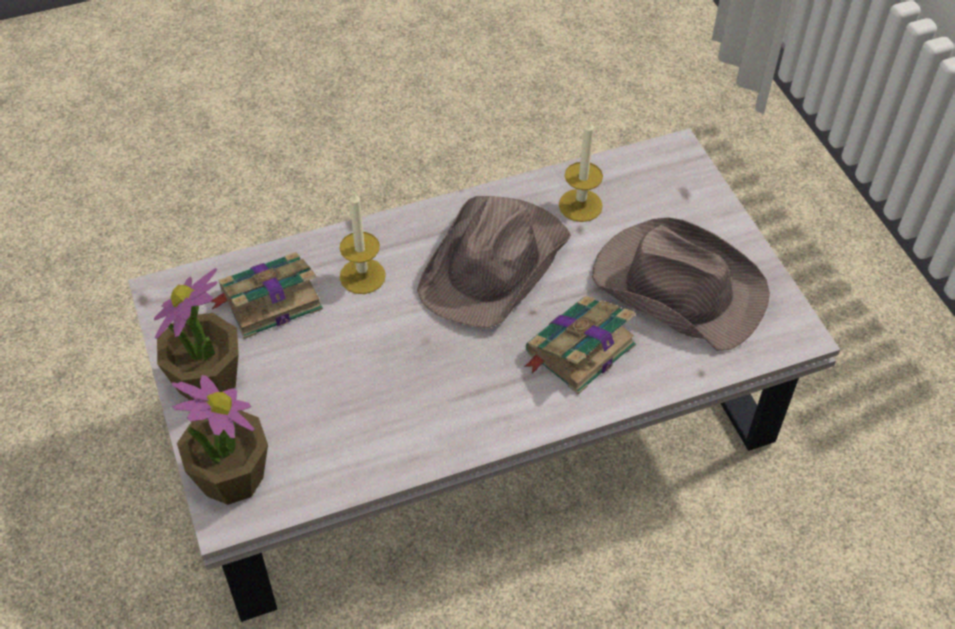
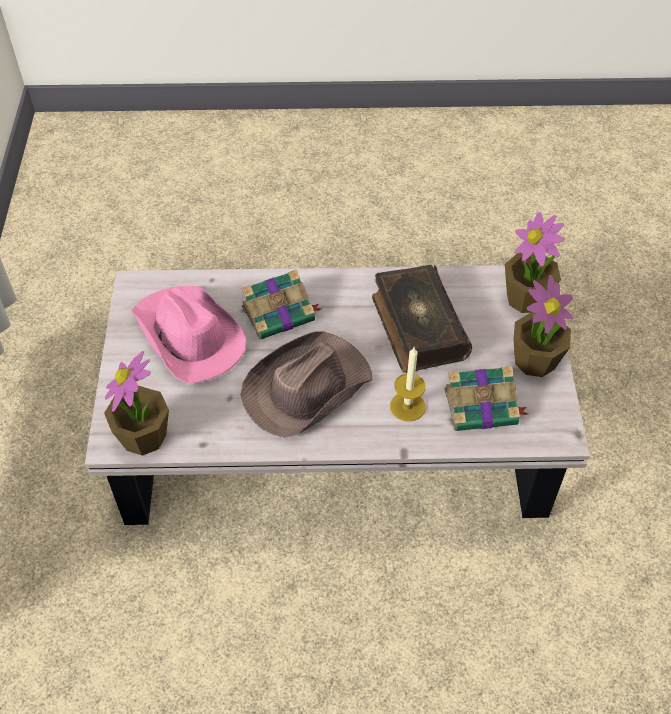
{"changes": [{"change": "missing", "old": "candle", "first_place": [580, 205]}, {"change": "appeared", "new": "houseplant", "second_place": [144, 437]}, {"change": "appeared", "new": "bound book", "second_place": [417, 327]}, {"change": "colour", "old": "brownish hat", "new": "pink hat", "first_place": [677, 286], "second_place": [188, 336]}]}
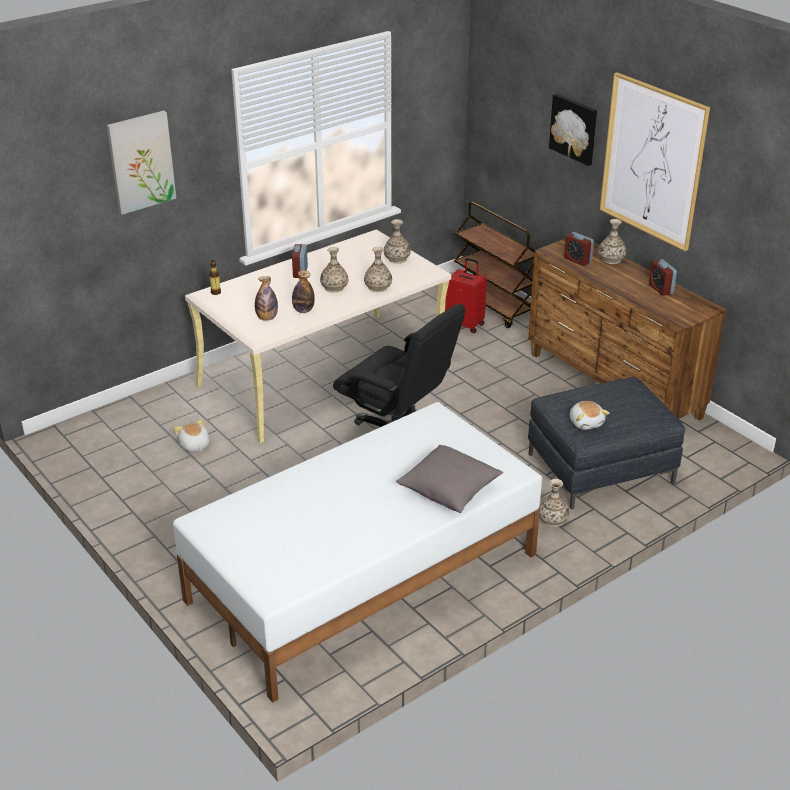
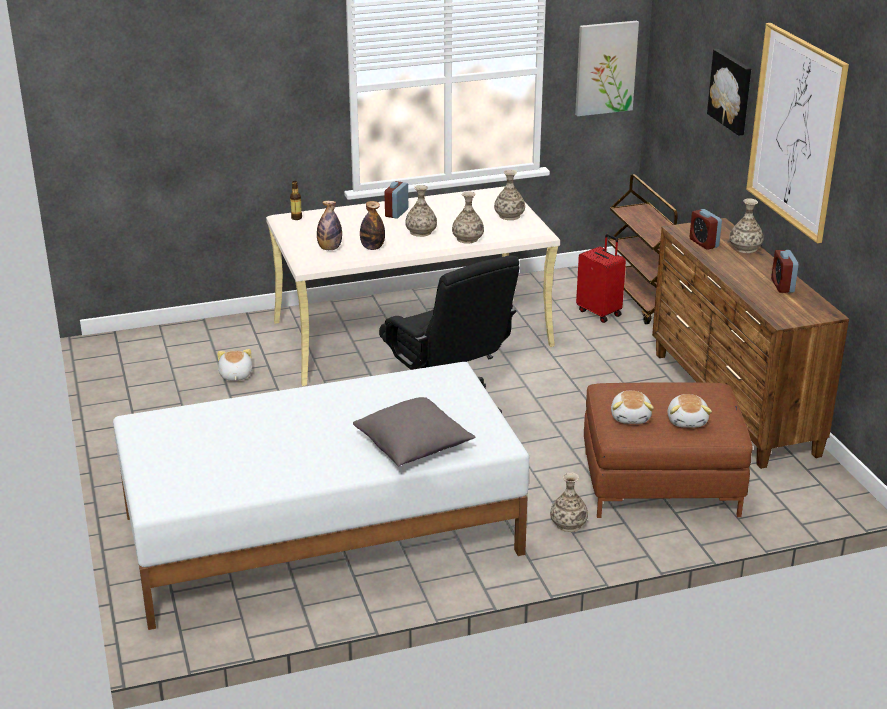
{"changes": [{"change": "appeared", "new": "cuddly toy", "second_place": [687, 421]}, {"change": "relocated", "old": "wall art", "first_place": [141, 162], "second_place": [605, 68]}, {"change": "colour", "old": "grey pouffe", "new": "brownish pouffe", "first_place": [600, 468], "second_place": [660, 483]}]}
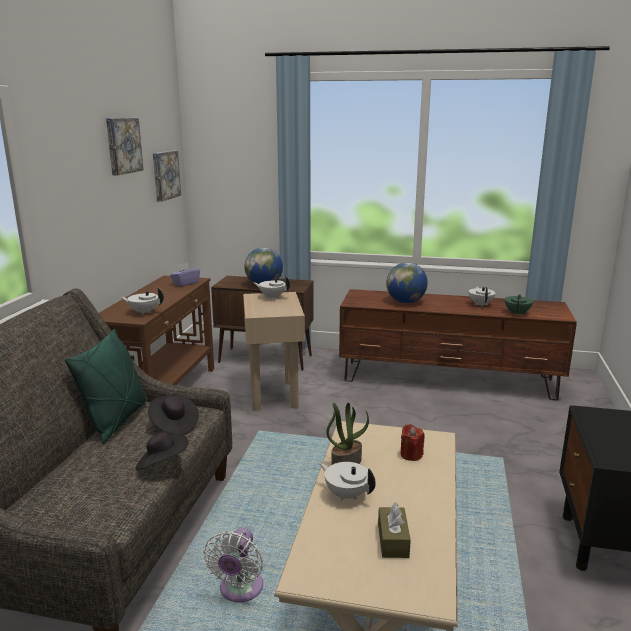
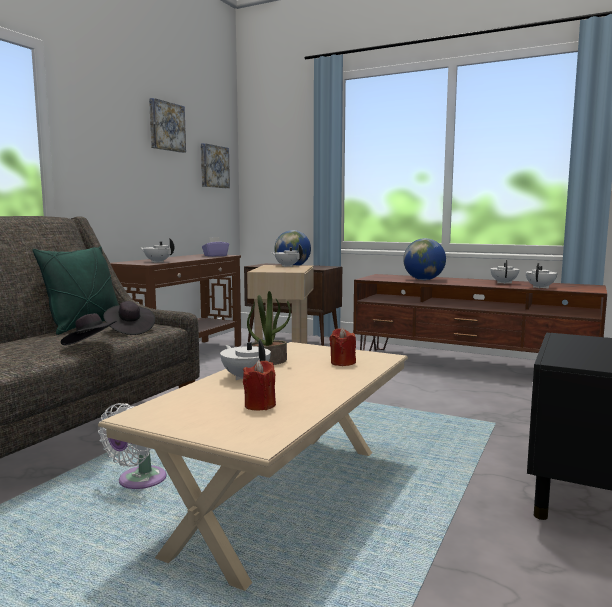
{"changes": [{"change": "exchanged", "old": "brownish tissue box", "new": "reddish candle", "first_place": [393, 540], "second_place": [260, 405]}, {"change": "colour", "old": "greenish tea pot", "new": "white-coloured tea pot", "first_place": [517, 313], "second_place": [540, 287]}]}
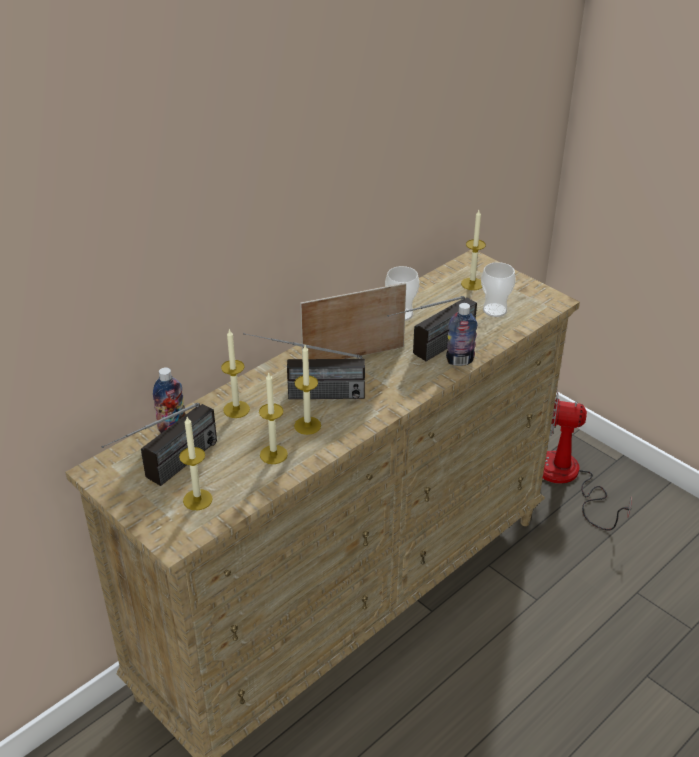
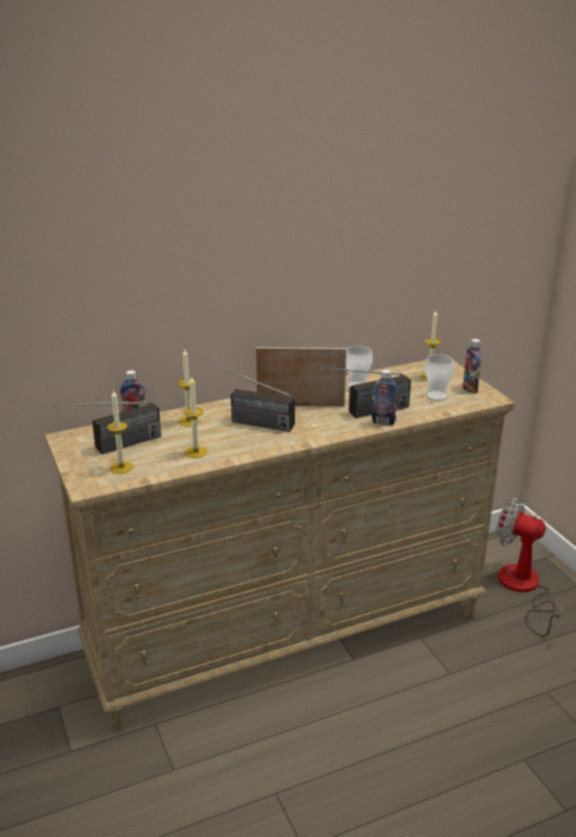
{"changes": [{"change": "missing", "old": "candle", "first_place": [307, 425]}, {"change": "appeared", "new": "drink bottle", "second_place": [470, 389]}]}
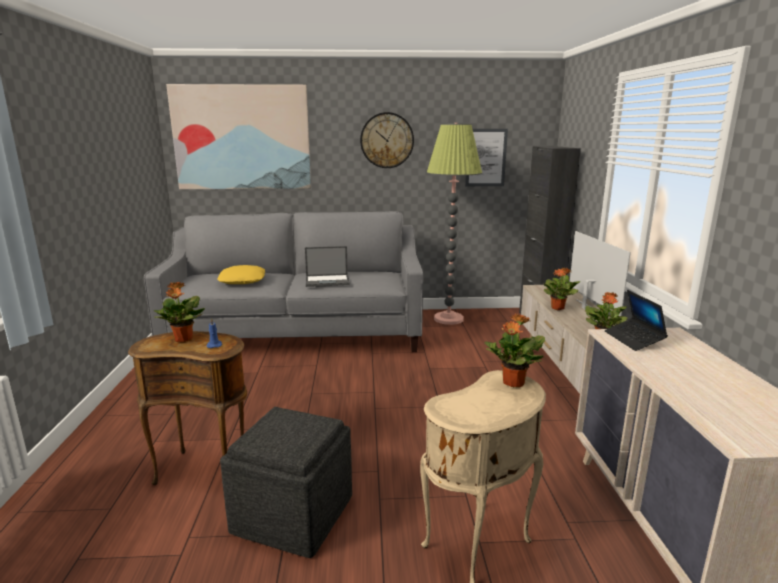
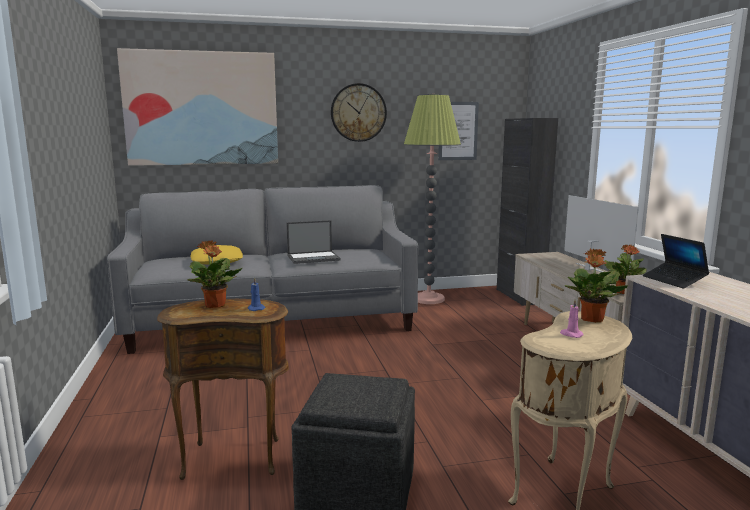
{"changes": [{"change": "missing", "old": "houseplant", "first_place": [558, 308]}, {"change": "appeared", "new": "pink candle", "second_place": [571, 334]}]}
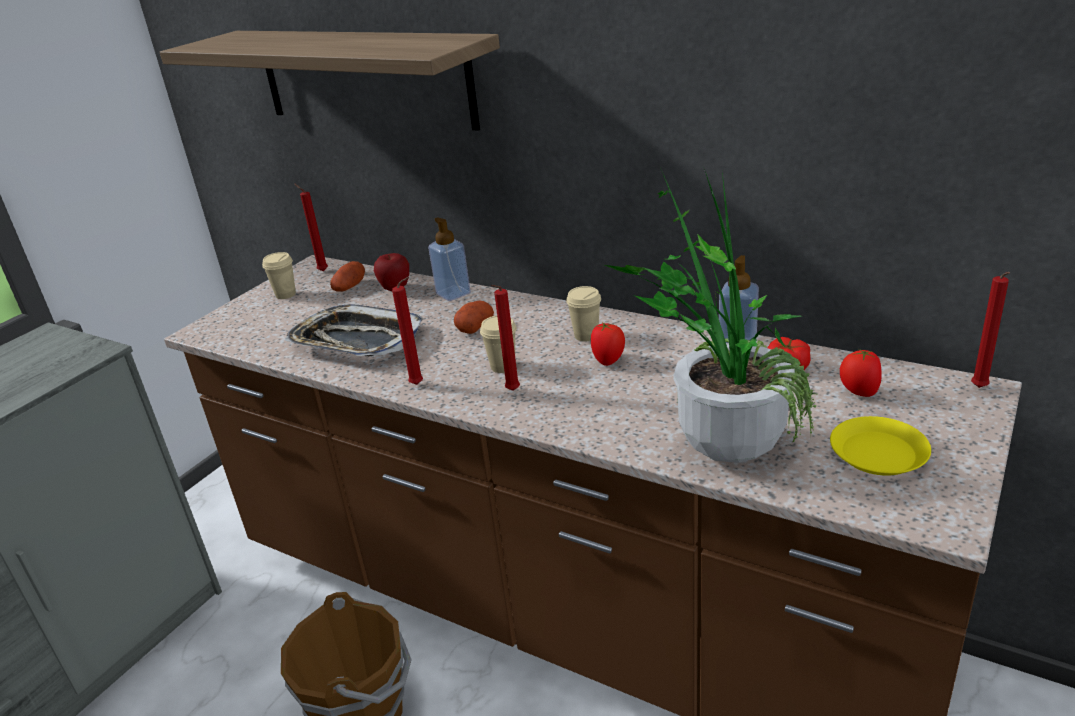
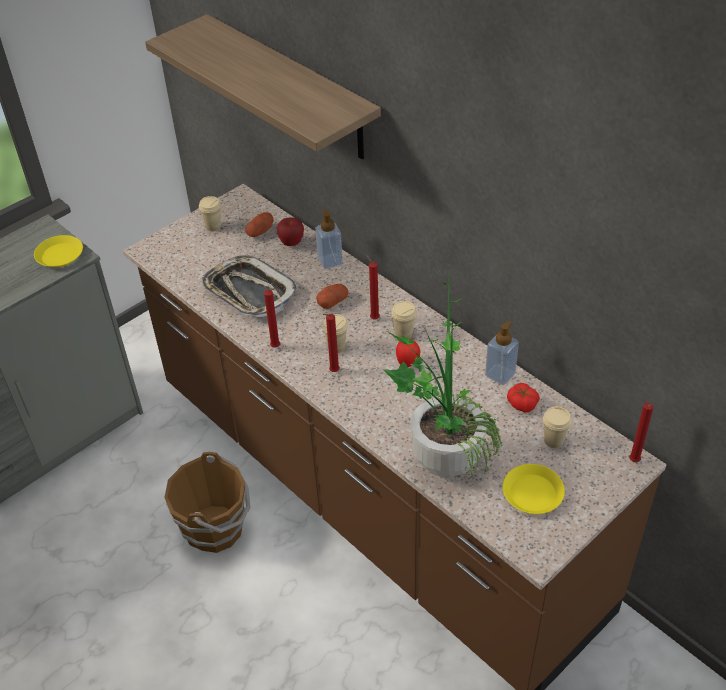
{"changes": [{"change": "appeared", "new": "yellow-coloured flat dish", "second_place": [59, 255]}, {"change": "relocated", "old": "reddish candle", "first_place": [321, 271], "second_place": [373, 318]}, {"change": "exchanged", "old": "tomato", "new": "beige drinking cup", "first_place": [858, 392], "second_place": [553, 440]}]}
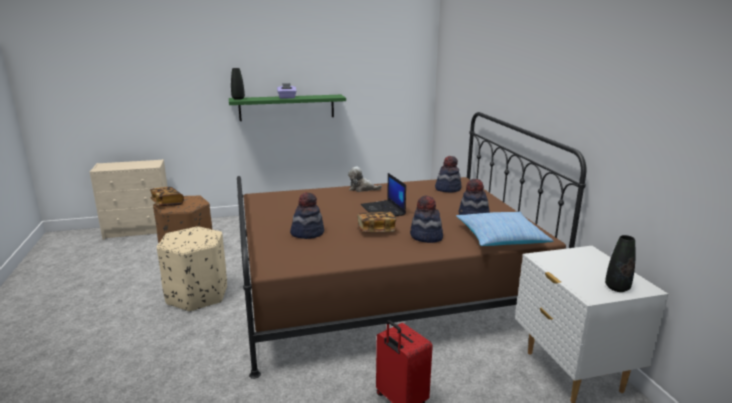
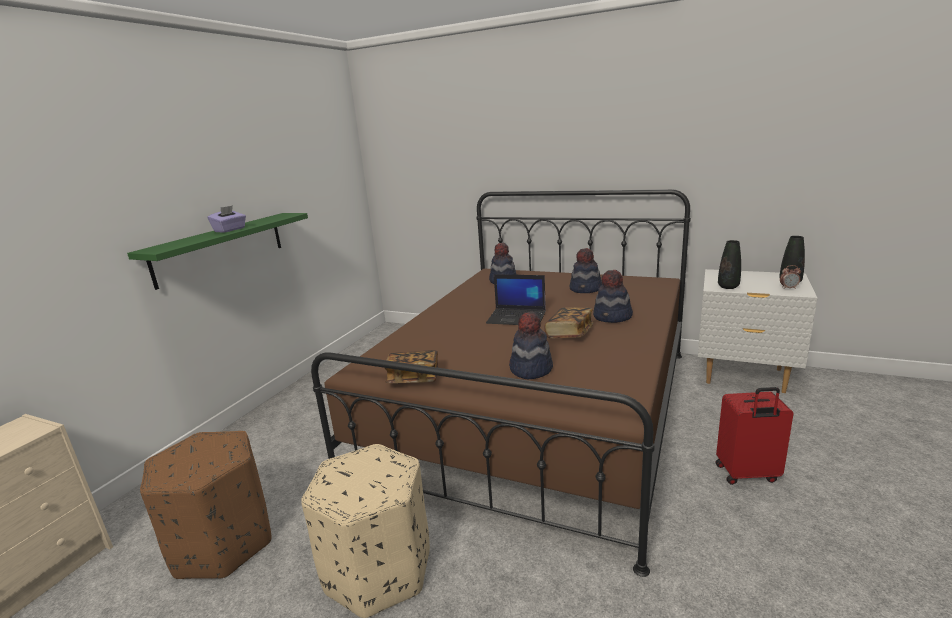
{"changes": [{"change": "missing", "old": "cuddly toy", "first_place": [362, 189]}, {"change": "missing", "old": "cushion", "first_place": [501, 237]}, {"change": "appeared", "new": "alarm clock", "second_place": [788, 288]}, {"change": "relocated", "old": "bound book", "first_place": [167, 203], "second_place": [413, 378]}, {"change": "relocated", "old": "black vase", "first_place": [238, 98], "second_place": [728, 287]}]}
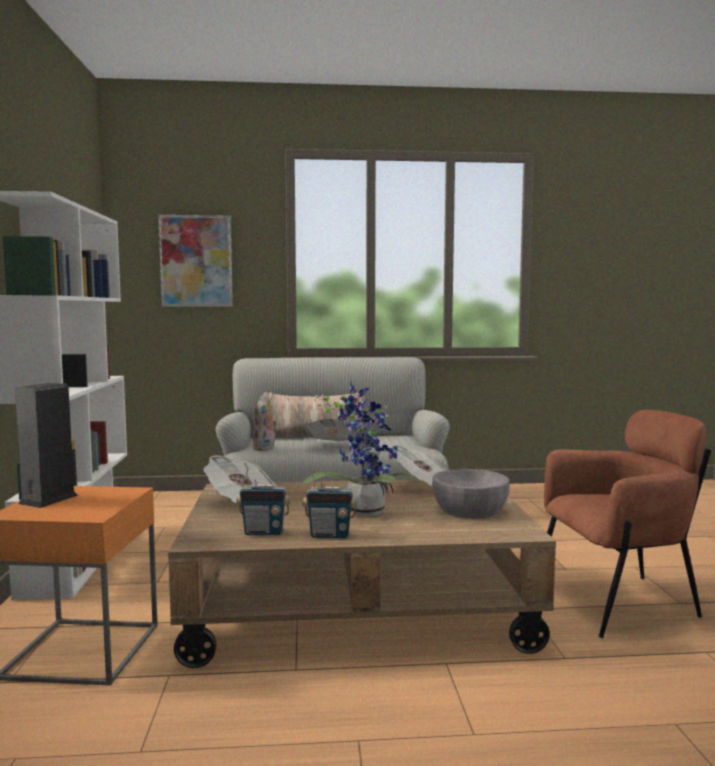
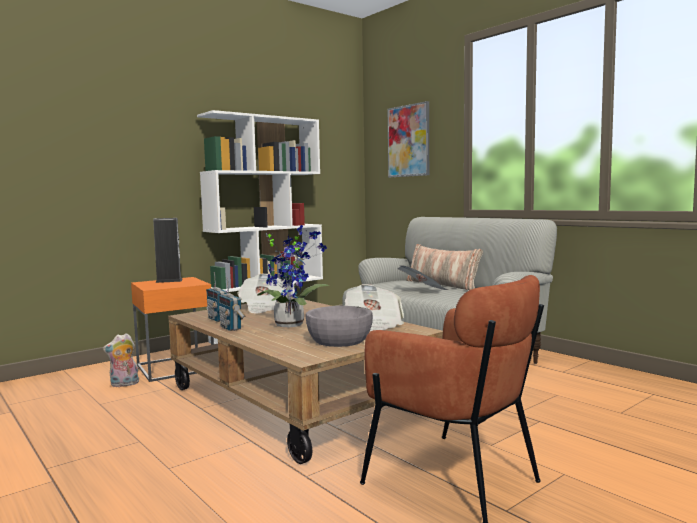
{"changes": [{"change": "relocated", "old": "cuddly toy", "first_place": [265, 448], "second_place": [124, 384]}]}
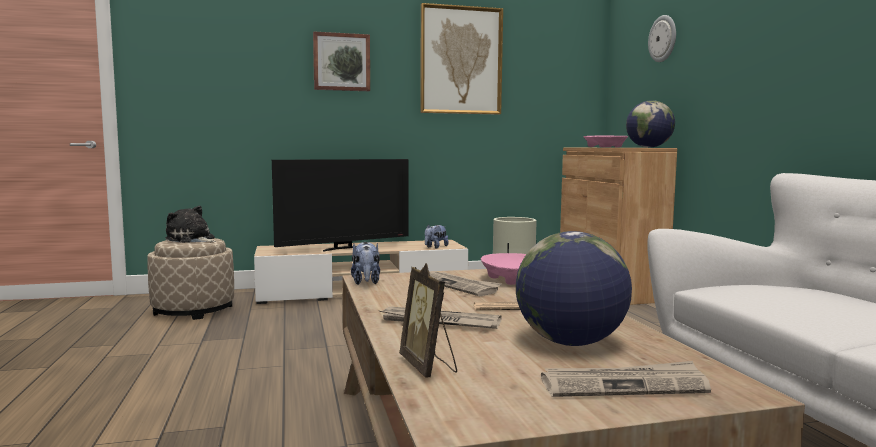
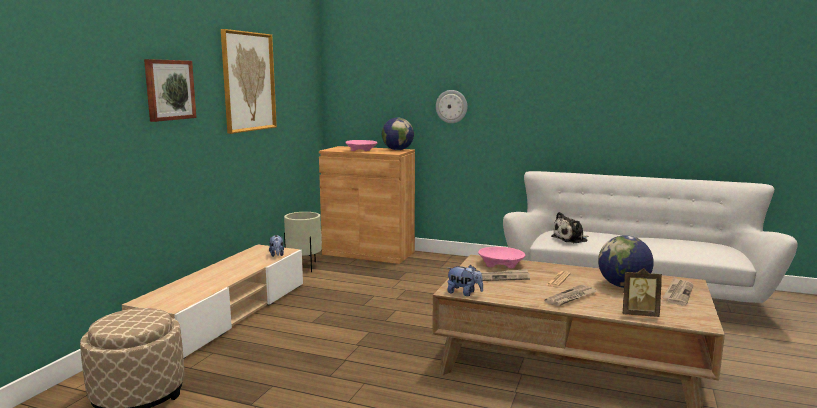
{"changes": [{"change": "missing", "old": "TV", "first_place": [344, 248]}, {"change": "relocated", "old": "cuddly toy", "first_place": [191, 240], "second_place": [571, 239]}, {"change": "relocated", "old": "wall clock", "first_place": [663, 38], "second_place": [451, 106]}]}
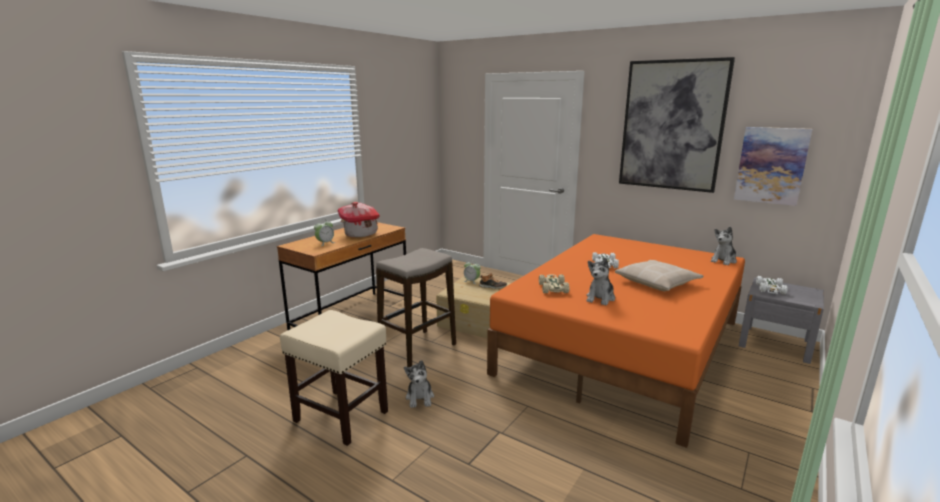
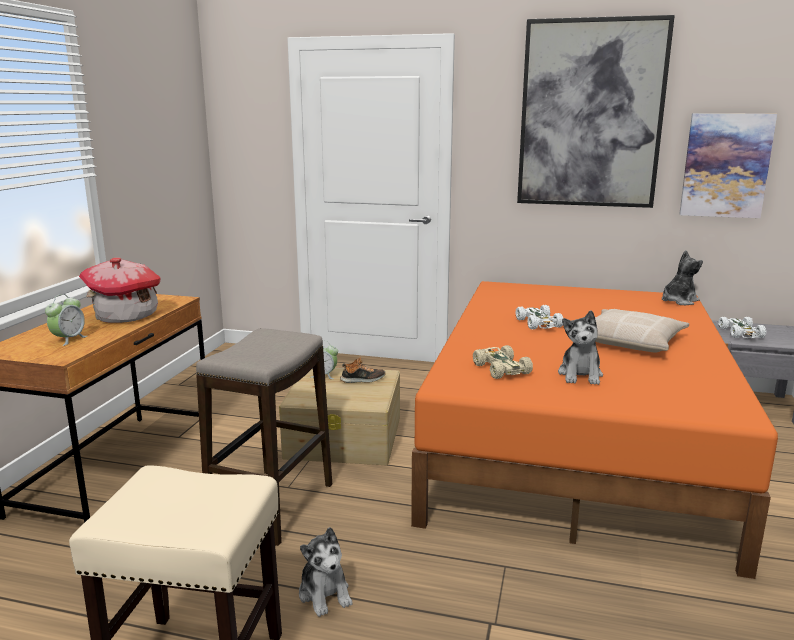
{"changes": [{"change": "spun", "old": "cuddly toy", "first_place": [723, 261], "second_place": [678, 301], "degrees": -150}]}
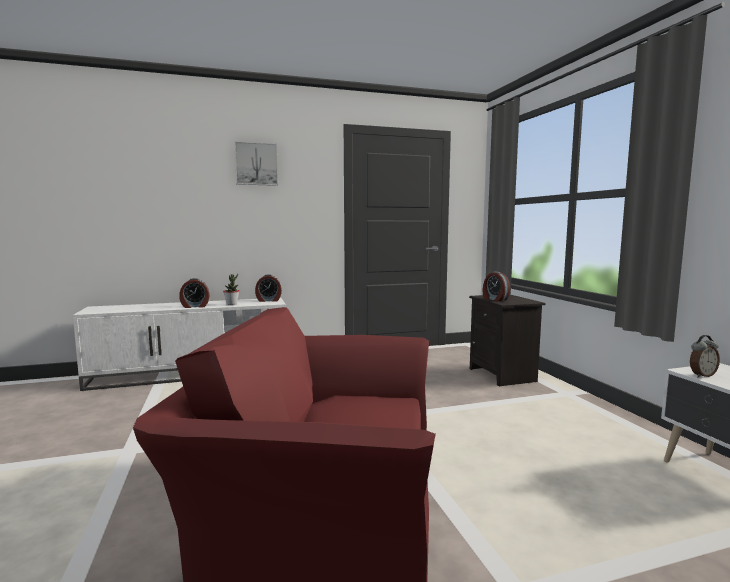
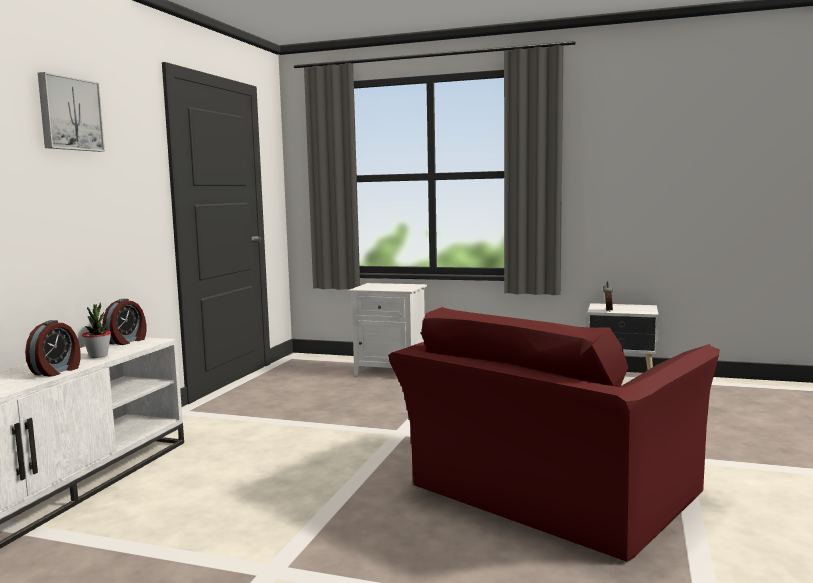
{"changes": [{"change": "missing", "old": "alarm clock", "first_place": [494, 299]}, {"change": "colour", "old": "black nightstand", "new": "white-coloured nightstand", "first_place": [503, 375], "second_place": [391, 370]}]}
